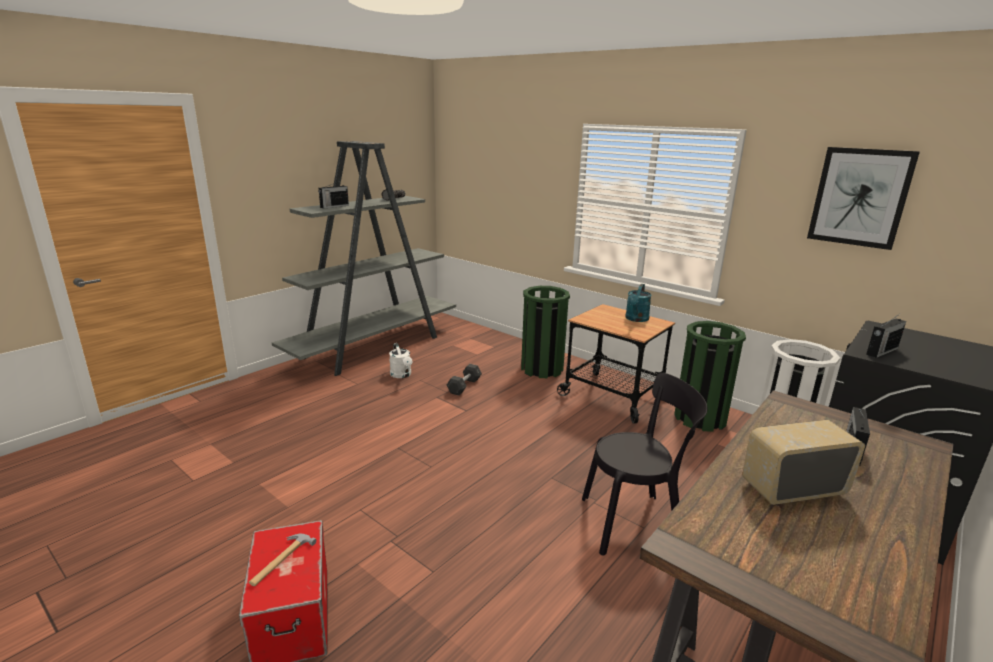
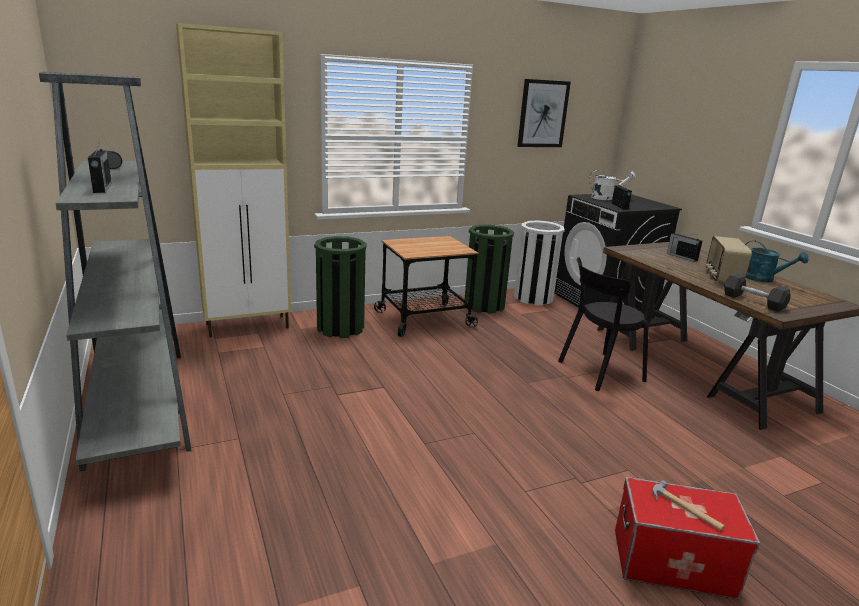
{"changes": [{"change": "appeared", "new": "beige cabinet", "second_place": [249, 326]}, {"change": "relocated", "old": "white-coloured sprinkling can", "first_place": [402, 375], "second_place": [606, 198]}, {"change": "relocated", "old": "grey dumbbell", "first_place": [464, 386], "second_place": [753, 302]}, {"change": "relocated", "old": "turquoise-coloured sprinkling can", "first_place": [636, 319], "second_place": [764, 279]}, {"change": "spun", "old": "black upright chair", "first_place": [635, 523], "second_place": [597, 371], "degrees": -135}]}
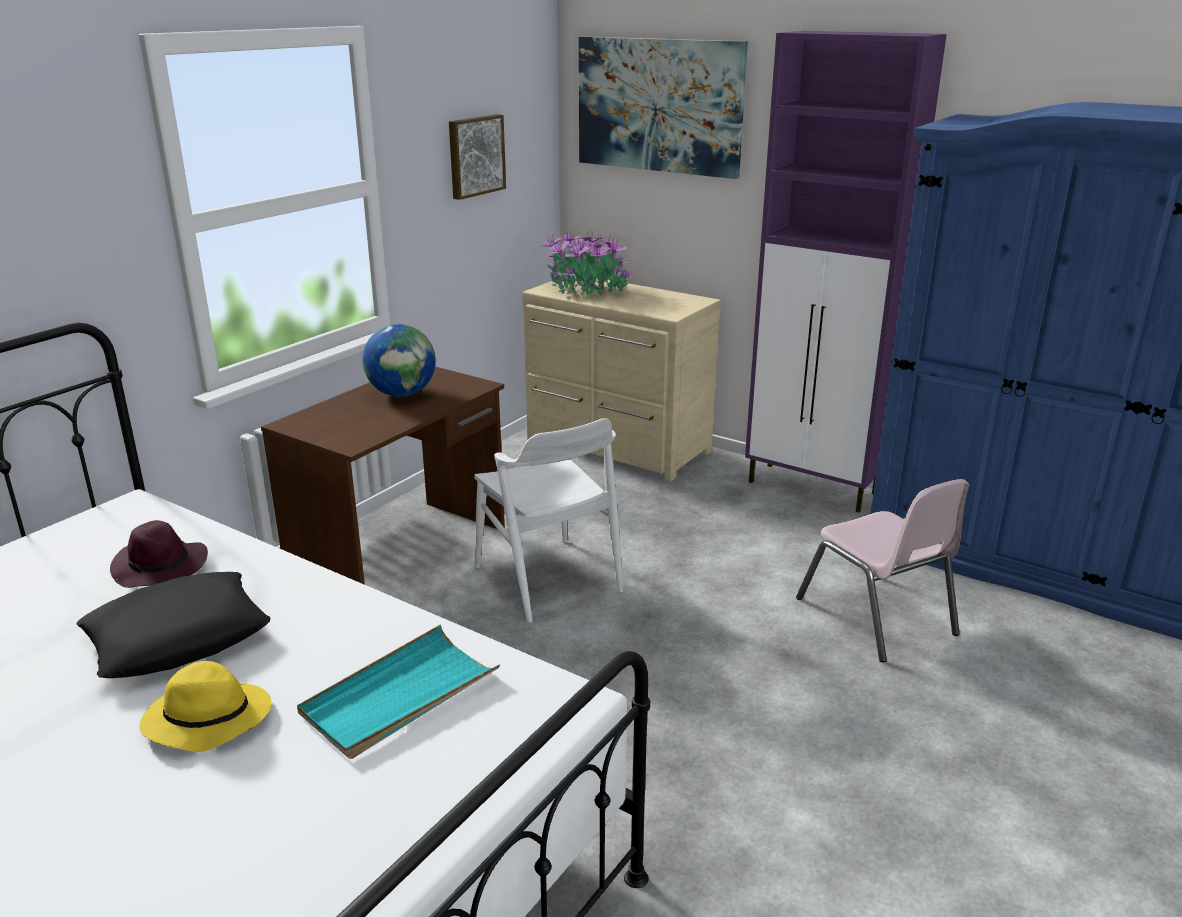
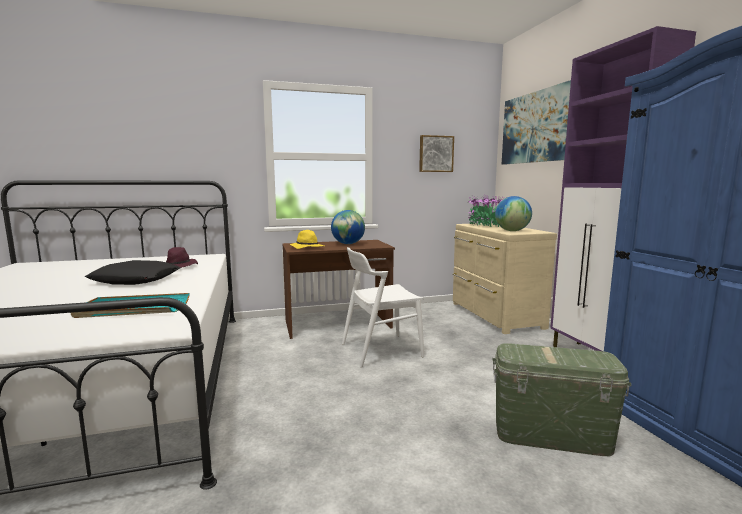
{"changes": [{"change": "appeared", "new": "globe", "second_place": [512, 231]}, {"change": "relocated", "old": "yellow-coloured hat", "first_place": [206, 720], "second_place": [306, 248]}, {"change": "exchanged", "old": "pink upright chair", "new": "greenish storage box", "first_place": [876, 617], "second_place": [551, 435]}, {"change": "spun", "old": "white-coloured upright chair", "first_place": [547, 579], "second_place": [380, 350], "degrees": 60}]}
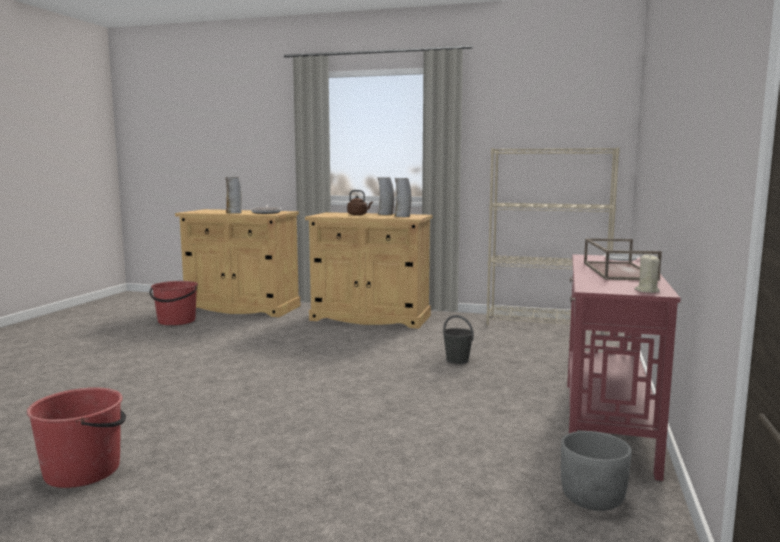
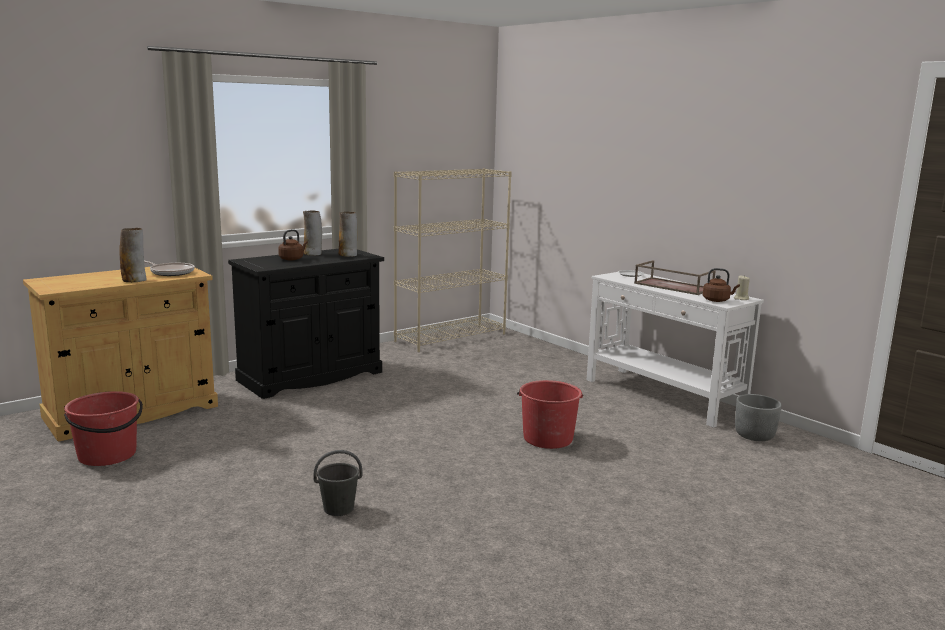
{"changes": [{"change": "appeared", "new": "brownish tea kettle", "second_place": [717, 300]}, {"change": "relocated", "old": "reddish bucket", "first_place": [83, 470], "second_place": [547, 438]}, {"change": "relocated", "old": "grey bucket", "first_place": [457, 360], "second_place": [338, 508]}, {"change": "colour", "old": "beige cabinet", "new": "black cabinet", "first_place": [370, 318], "second_place": [310, 376]}, {"change": "colour", "old": "reddish console table", "new": "white-coloured console table", "first_place": [605, 424], "second_place": [663, 396]}]}
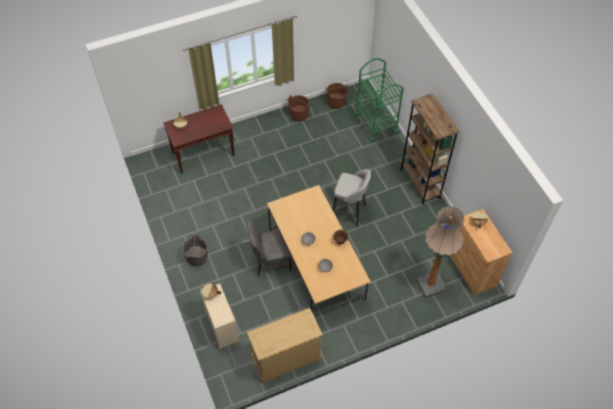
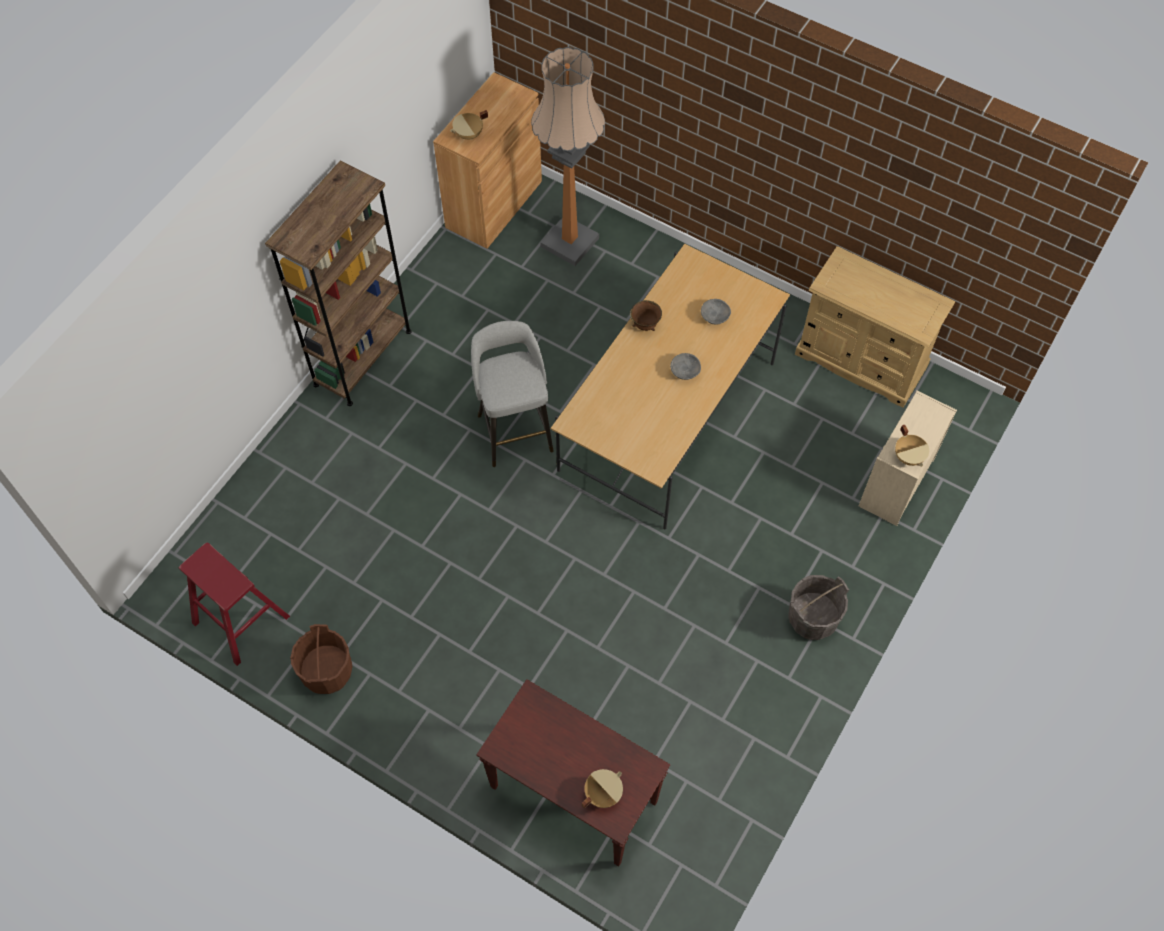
{"changes": [{"change": "missing", "old": "grey upright chair", "first_place": [271, 260]}, {"change": "missing", "old": "greenish wheeled cart", "first_place": [376, 123]}, {"change": "exchanged", "old": "brownish bucket", "new": "reddish sitting stool", "first_place": [336, 102], "second_place": [241, 620]}]}
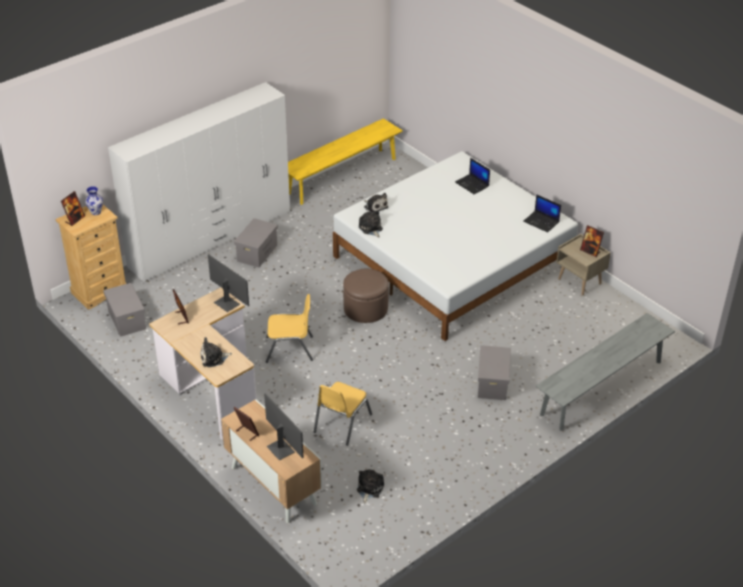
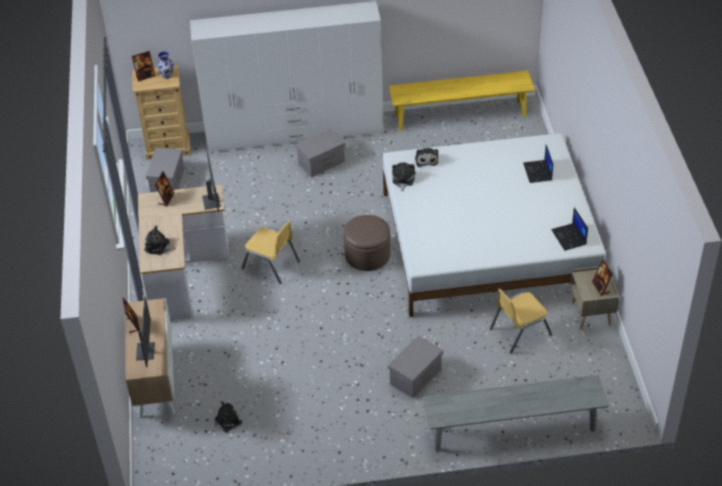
{"changes": [{"change": "relocated", "old": "yellow-coloured upright chair", "first_place": [342, 423], "second_place": [519, 331]}]}
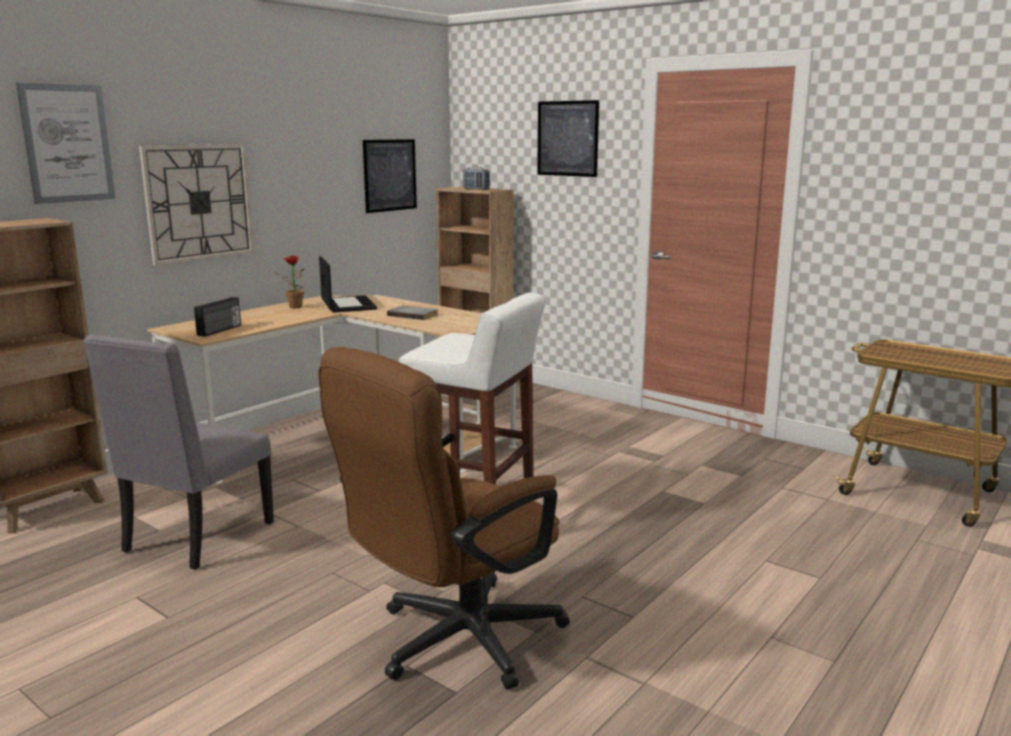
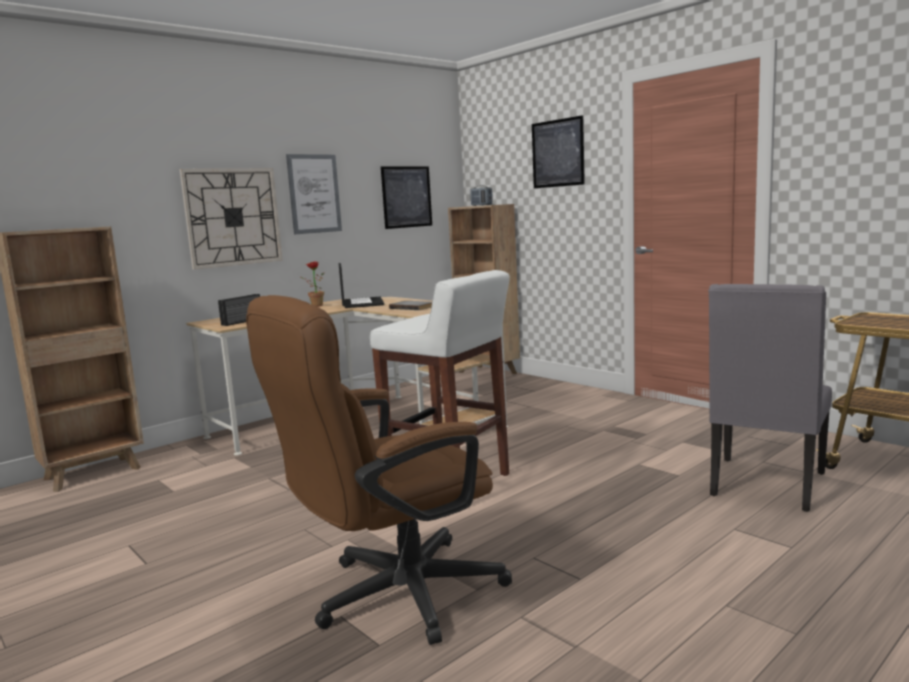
{"changes": [{"change": "relocated", "old": "wall art", "first_place": [67, 143], "second_place": [314, 194]}, {"change": "relocated", "old": "grey upright chair", "first_place": [196, 538], "second_place": [765, 485]}]}
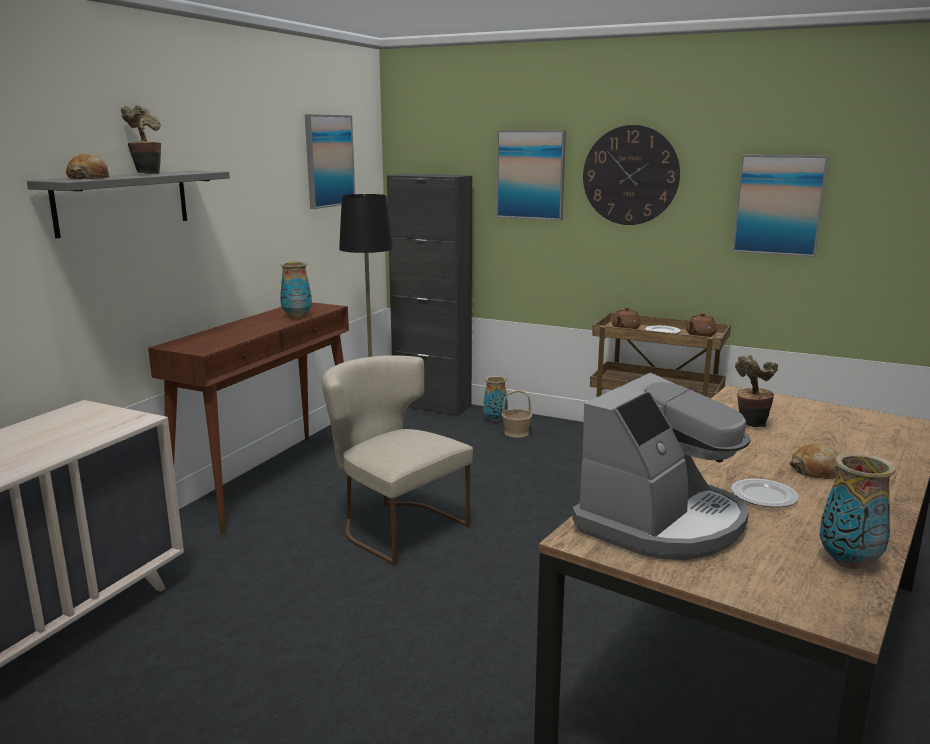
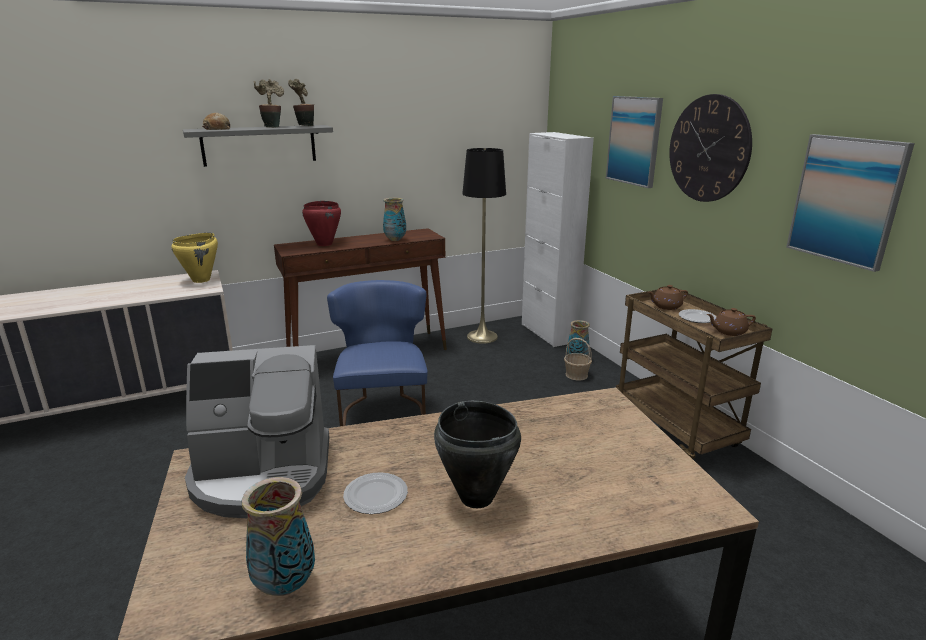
{"changes": [{"change": "missing", "old": "wall art", "first_place": [329, 161]}, {"change": "appeared", "new": "yellow-coloured stockpot", "second_place": [201, 280]}, {"change": "appeared", "new": "reddish stockpot", "second_place": [324, 244]}, {"change": "relocated", "old": "houseplant", "first_place": [750, 425], "second_place": [304, 126]}, {"change": "exchanged", "old": "bread", "new": "black stockpot", "first_place": [815, 471], "second_place": [476, 498]}, {"change": "colour", "old": "beige upright chair", "new": "blue upright chair", "first_place": [395, 526], "second_place": [383, 413]}, {"change": "colour", "old": "black cabinet", "new": "white-coloured cabinet", "first_place": [432, 406], "second_place": [548, 333]}]}
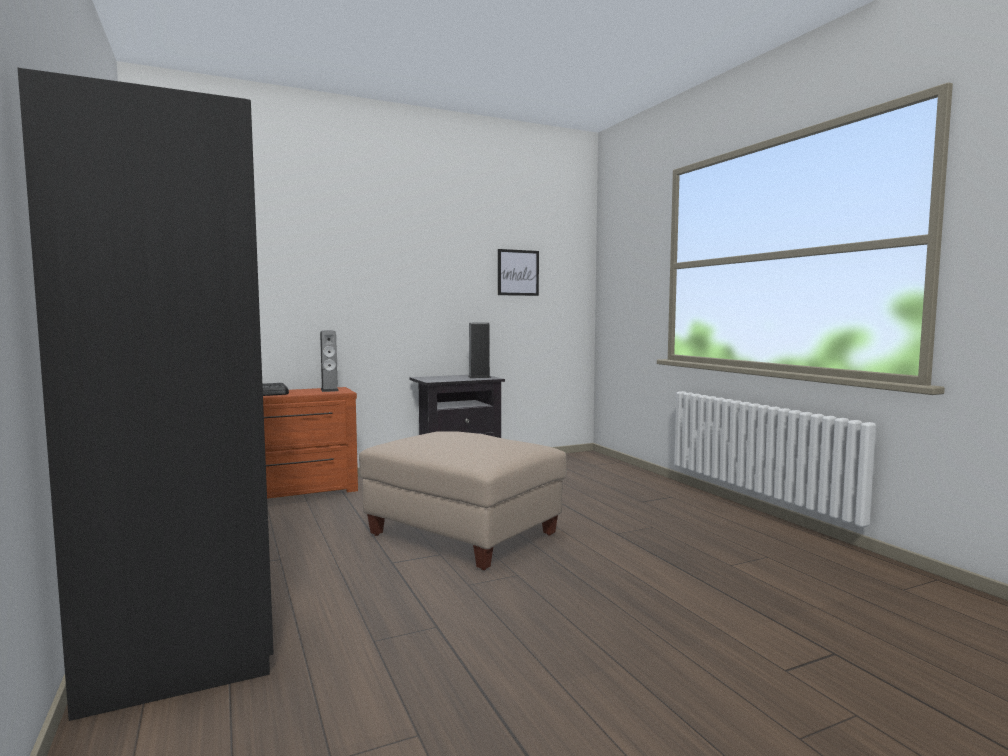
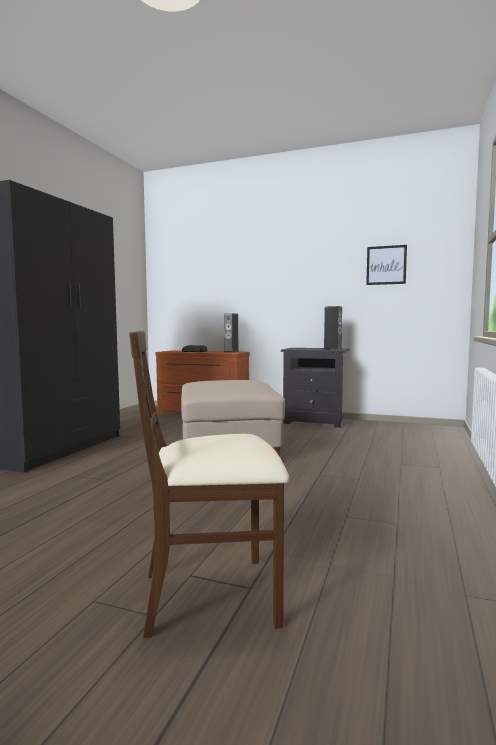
{"changes": [{"change": "appeared", "new": "beige upright chair", "second_place": [212, 595]}]}
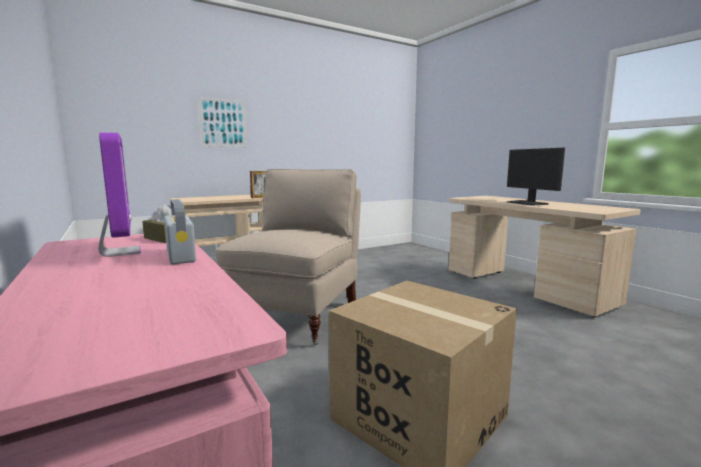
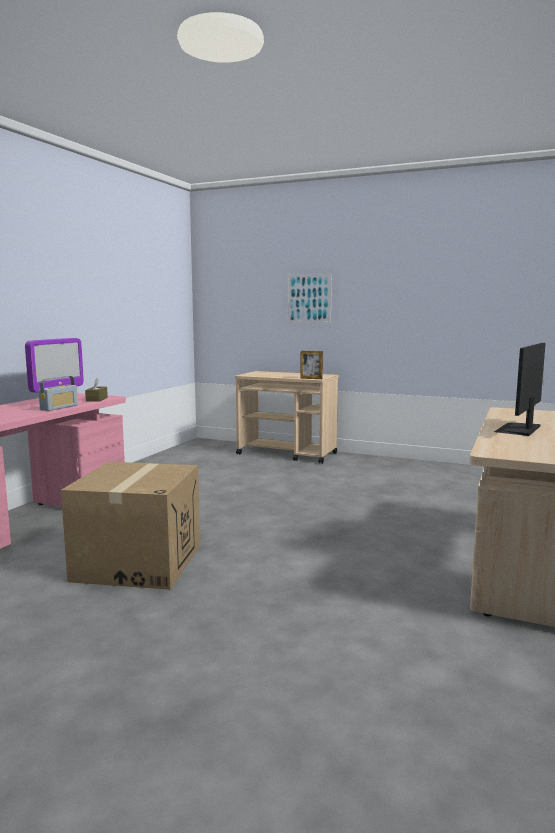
{"changes": [{"change": "missing", "old": "beige upright chair", "first_place": [297, 316]}]}
